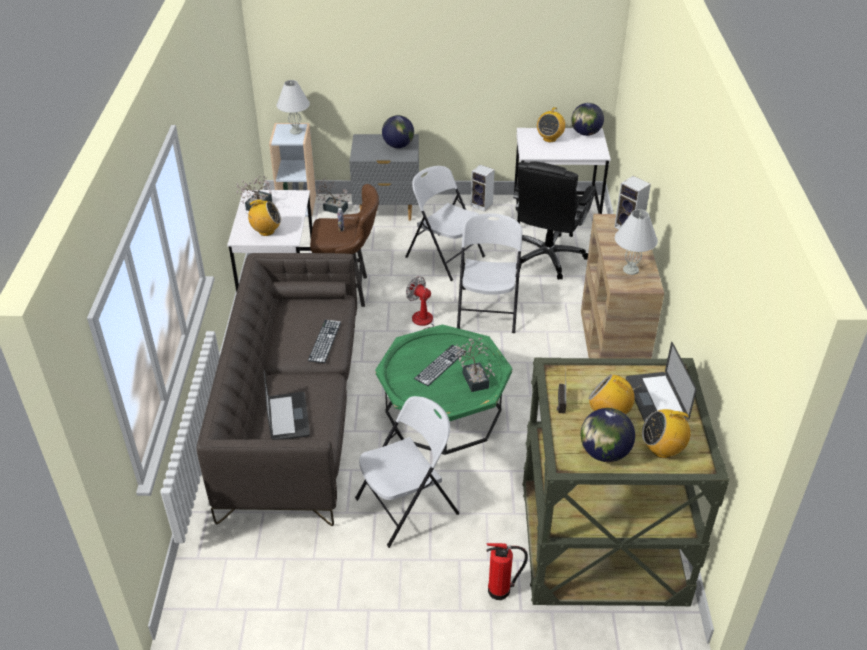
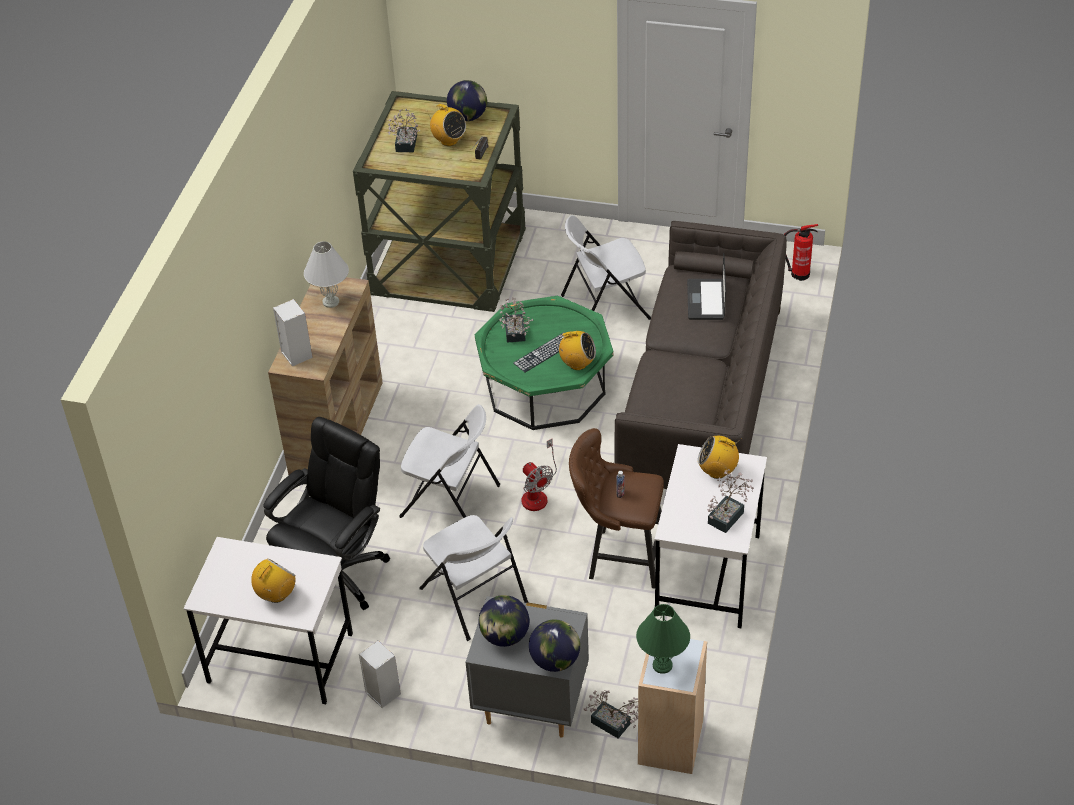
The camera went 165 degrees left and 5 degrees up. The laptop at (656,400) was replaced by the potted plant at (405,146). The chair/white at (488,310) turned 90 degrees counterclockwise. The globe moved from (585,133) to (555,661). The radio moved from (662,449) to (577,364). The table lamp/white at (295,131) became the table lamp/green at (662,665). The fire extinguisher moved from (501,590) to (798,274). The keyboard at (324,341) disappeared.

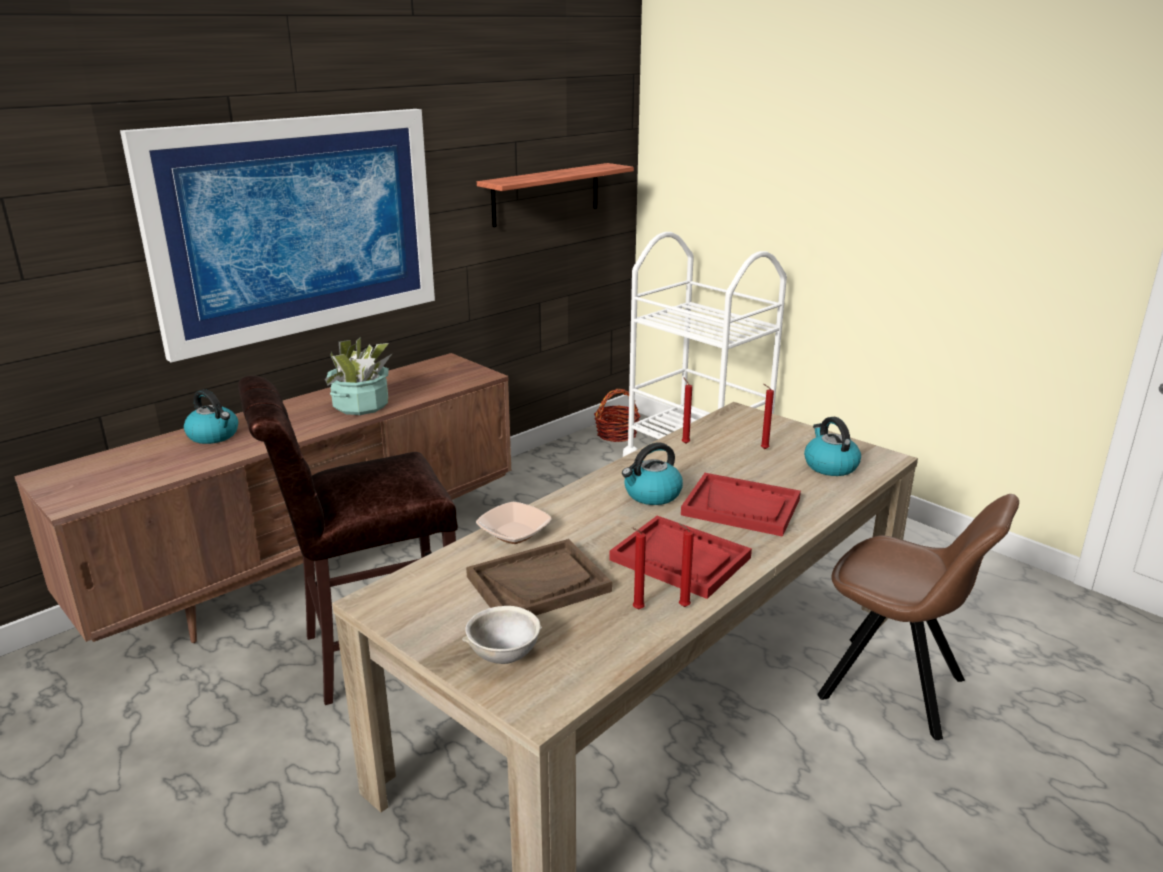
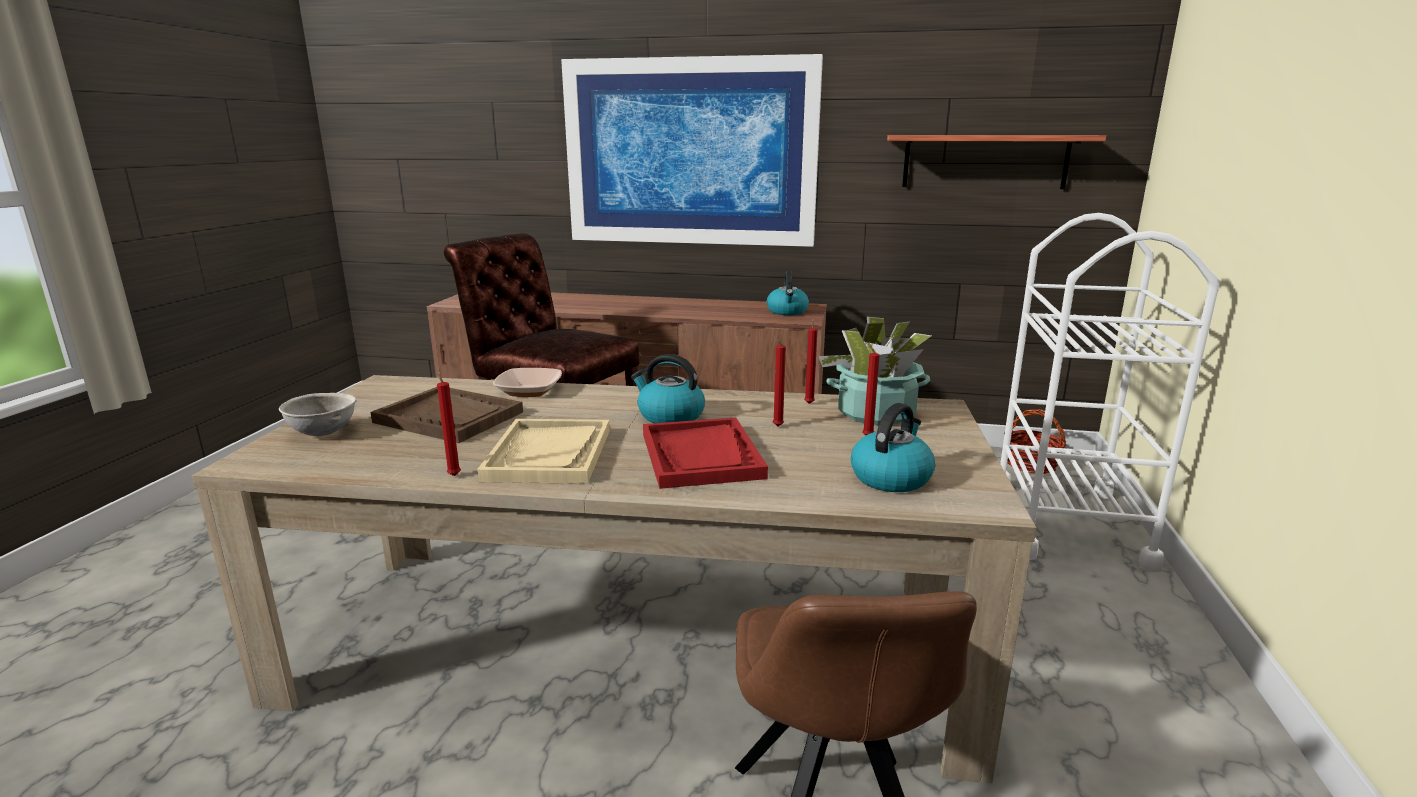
The camera went 55 degrees right and 5 degrees down. The tray/red at (680,559) became the tray/beige at (549,454). The kettle moved from (214,435) to (787,311). The candle/red moved from (636,609) to (776,426). The potted plant moved from (361,406) to (875,413).

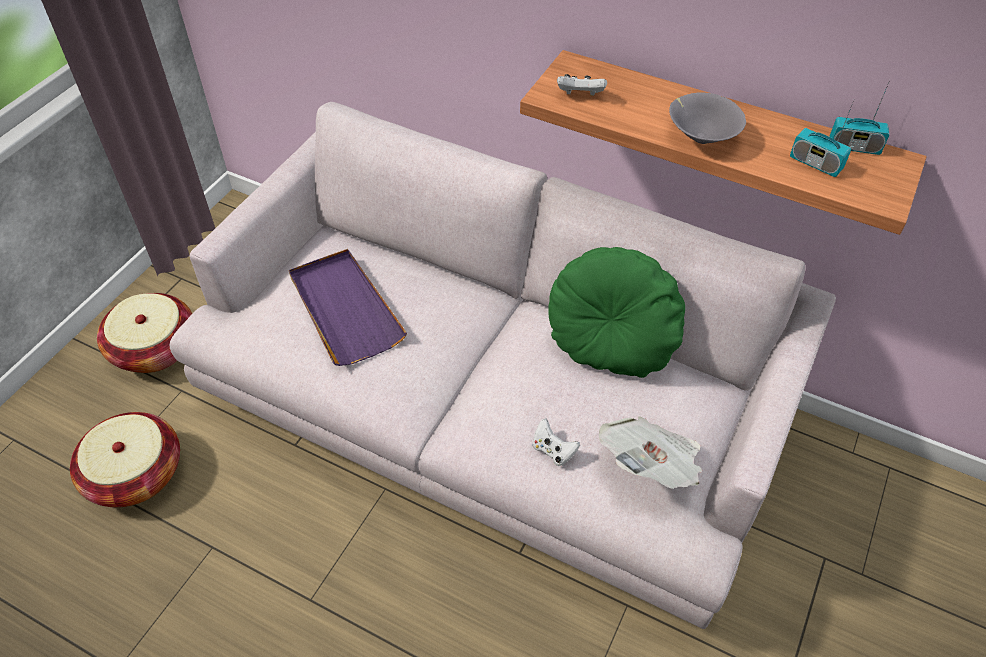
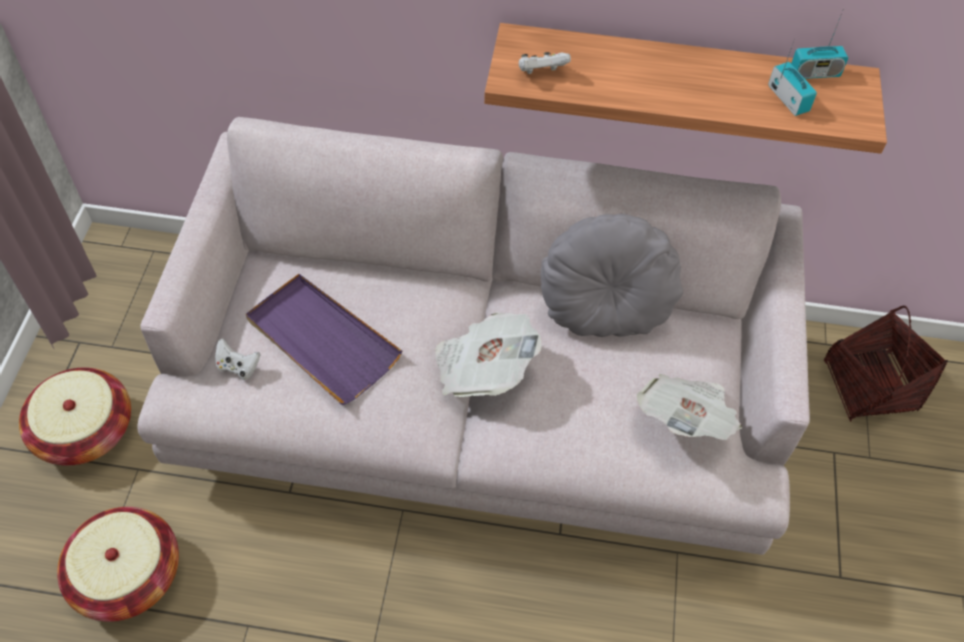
The camera went 20 degrees left and 5 degrees up. The game controller/white moved from (553,451) to (238,367). The newspaper at (483,369) appeared. The pillow/green at (609,352) became the pillow/grey at (603,315). The radio at (815,163) turned 135 degrees counterclockwise. The basket at (869,385) appeared. The bowl/grey at (700,137) disappeared.

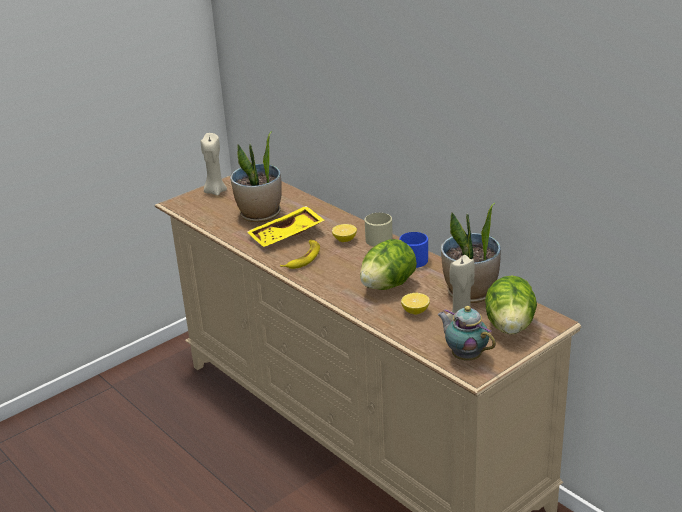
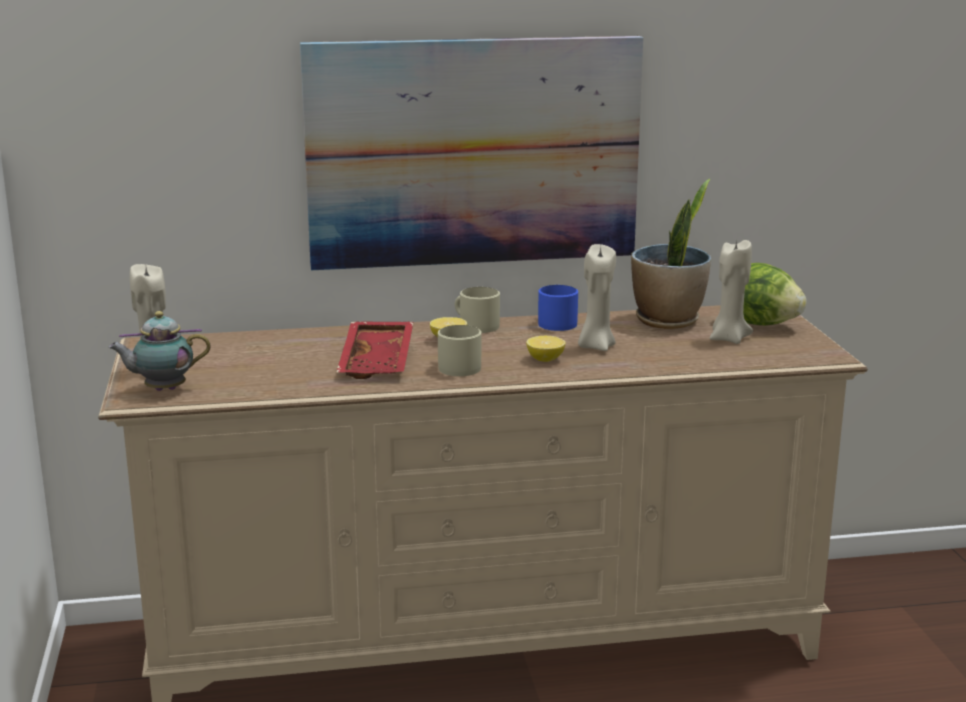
The camera went 60 degrees left and 10 degrees down. The teapot moved from (465,356) to (162,390). The picture at (473,152) appeared. The tray/yellow at (287,236) became the tray/red at (379,362). The banana at (303,258) was replaced by the mug/beige at (456,367). The lemon moved from (415,311) to (545,359). The lettuce at (388,285) was replaced by the candle/beige at (595,346). The potted plant at (260,215) disappeared.

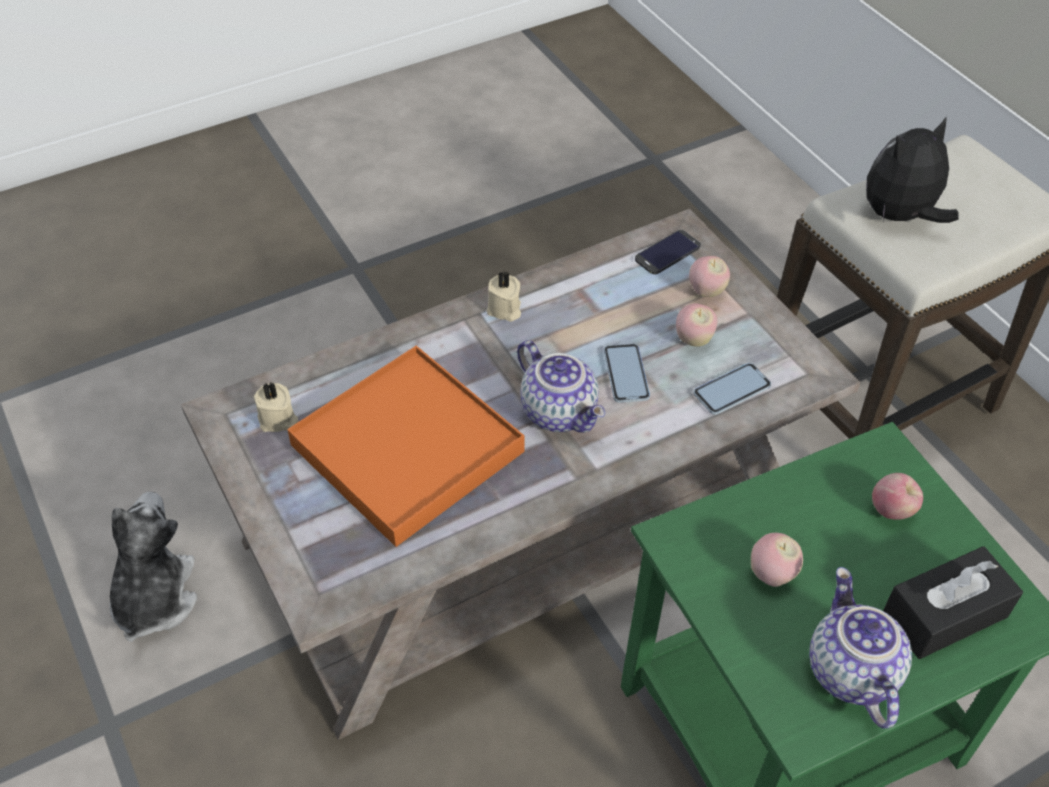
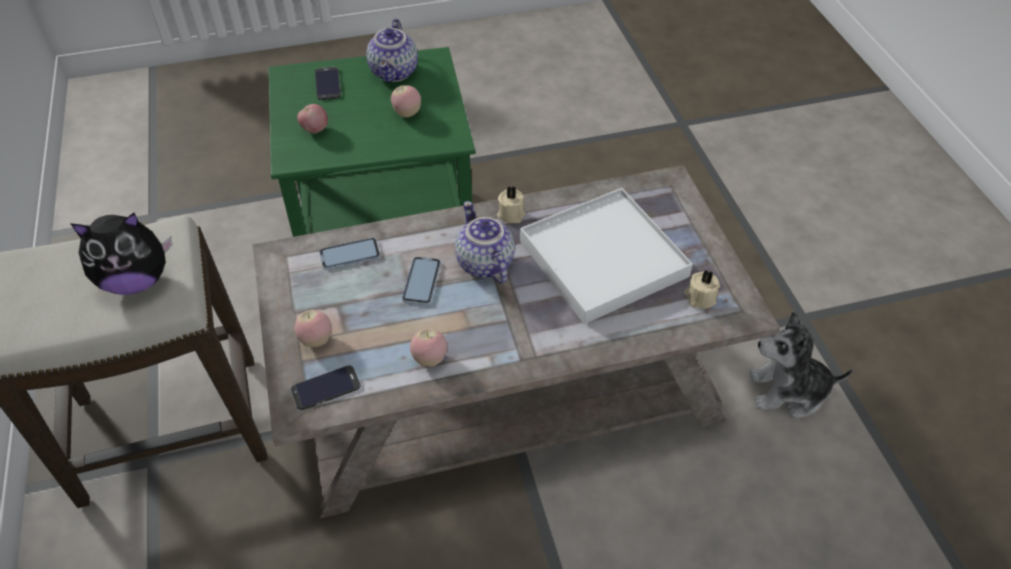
The camera went 165 degrees left and 0 degrees up. The tissue box/black at (944,614) was replaced by the phone at (328,84). The apple moved from (693,340) to (430,359). The candle/beige moved from (504,309) to (511,214). The tray/orange at (407,448) became the tray/white at (603,259). The plush toy at (154,598) turned 75 degrees clockwise.

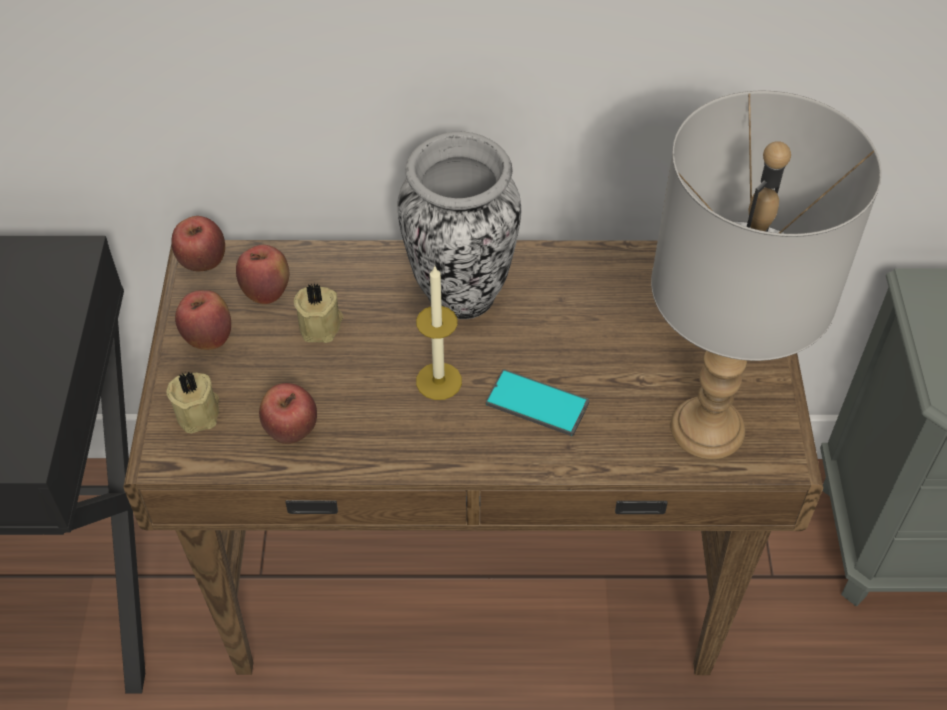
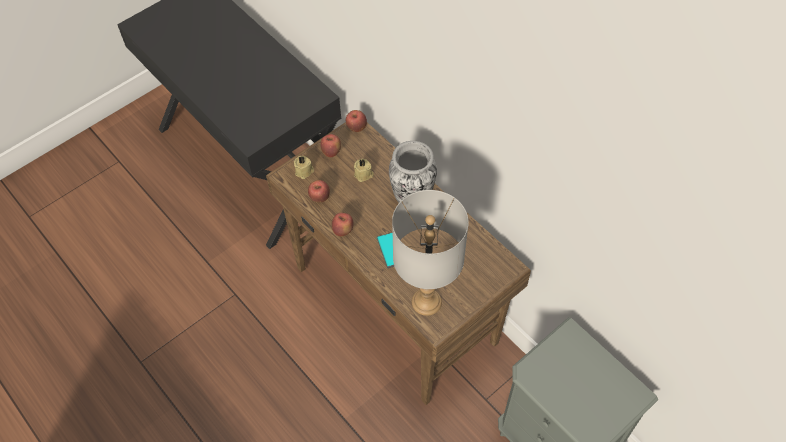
The camera went 50 degrees right and 5 degrees up. The apple moved from (266,292) to (343,231). The candle at (438,381) disappeared.

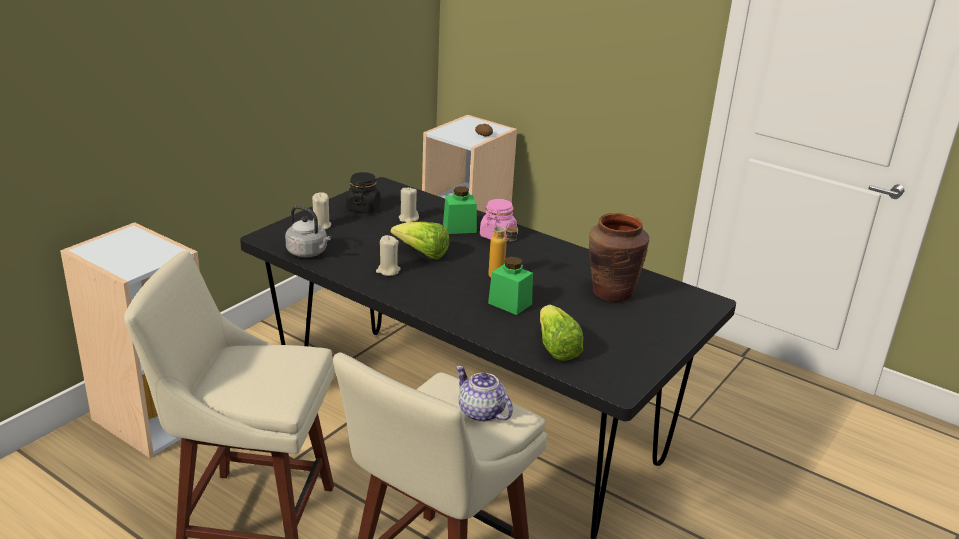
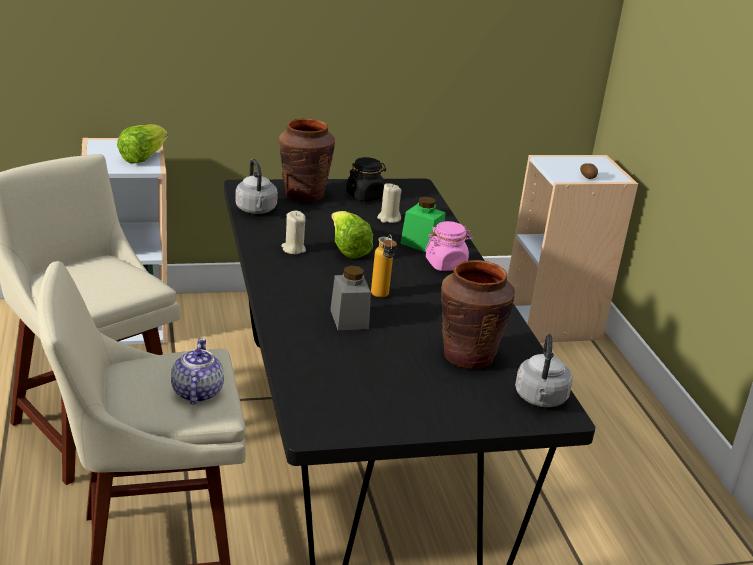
The camera went 40 degrees right and 0 degrees up. The lettuce moved from (556,348) to (142,157). The candle/beige at (320,225) was replaced by the vase/brown at (303,195). The jar/green at (510,303) became the jar/grey at (349,319). The kettle/grey at (540,399) appeared.

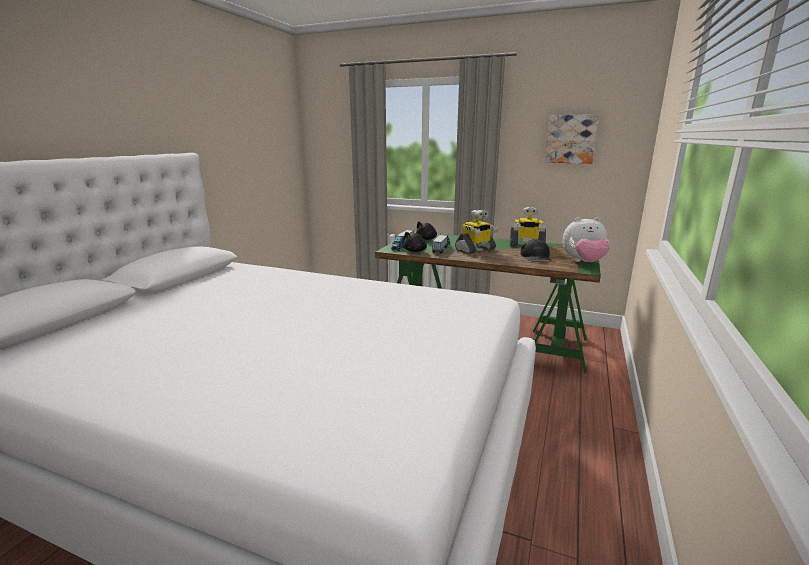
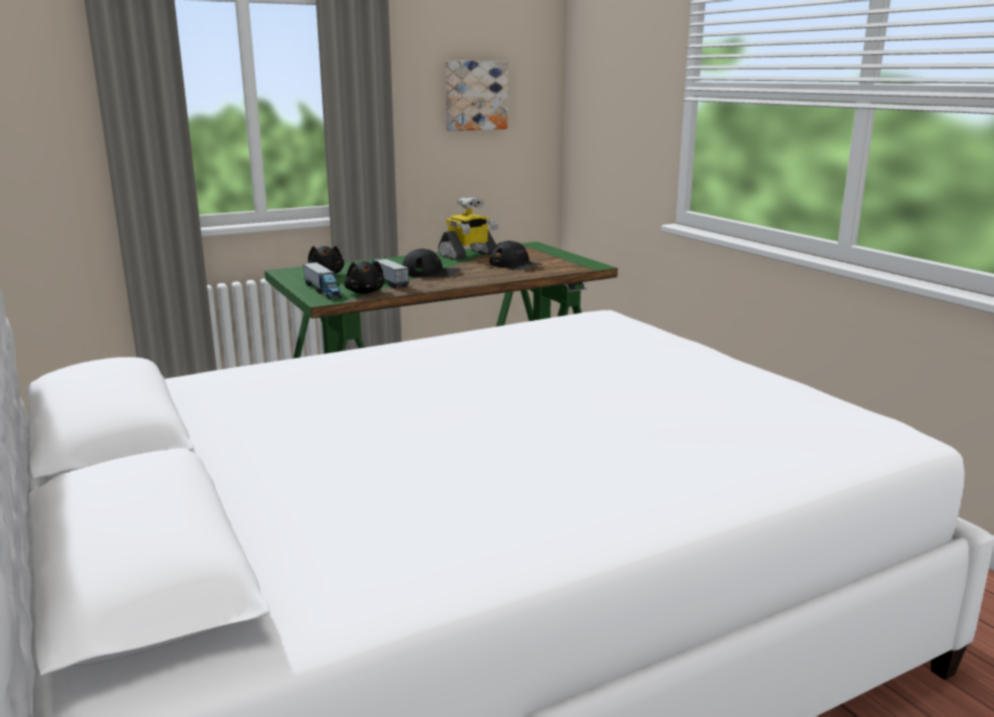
The camera went 50 degrees left and 0 degrees up. The toy robot at (475,249) was replaced by the cap/black at (430,273). The plush toy at (583,262) disappeared.

